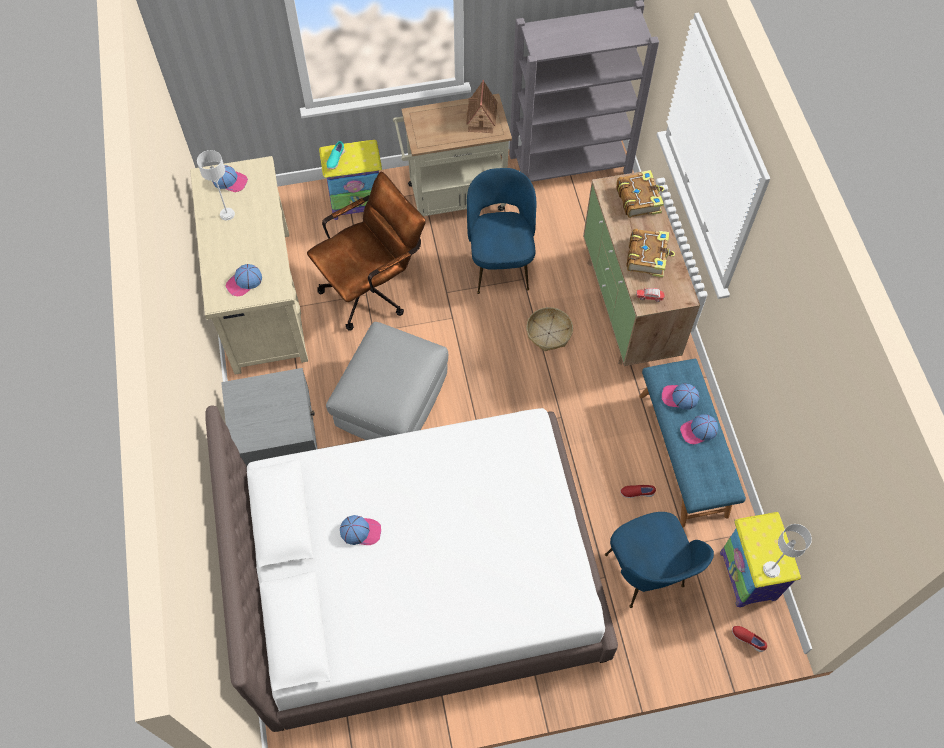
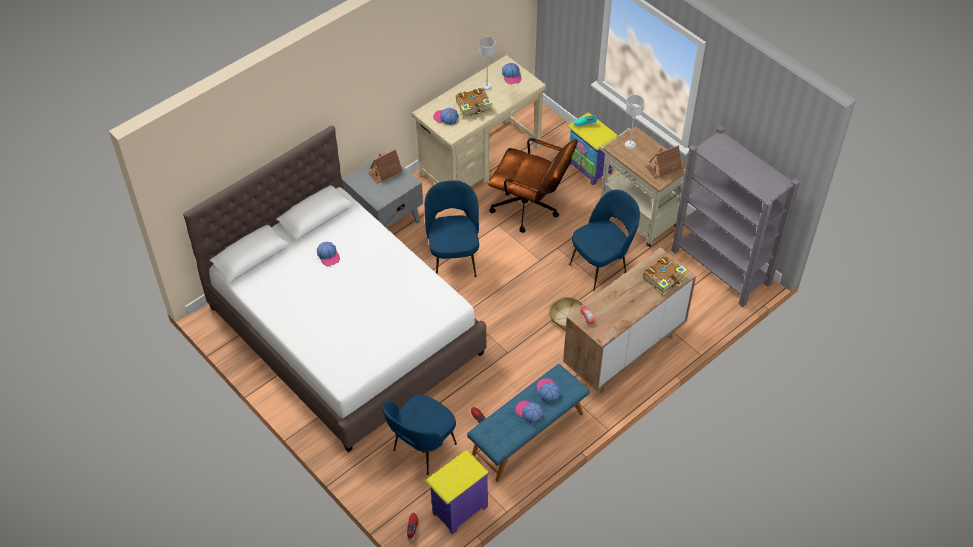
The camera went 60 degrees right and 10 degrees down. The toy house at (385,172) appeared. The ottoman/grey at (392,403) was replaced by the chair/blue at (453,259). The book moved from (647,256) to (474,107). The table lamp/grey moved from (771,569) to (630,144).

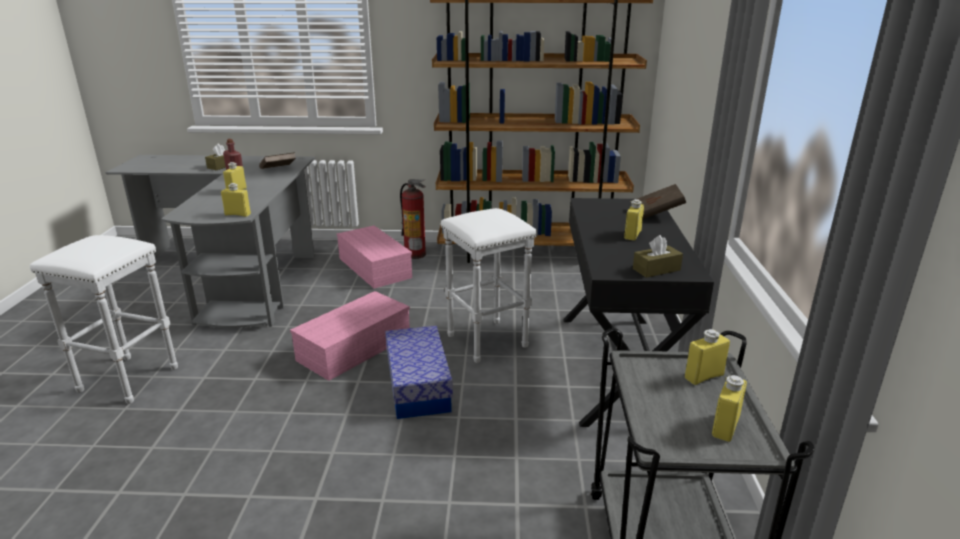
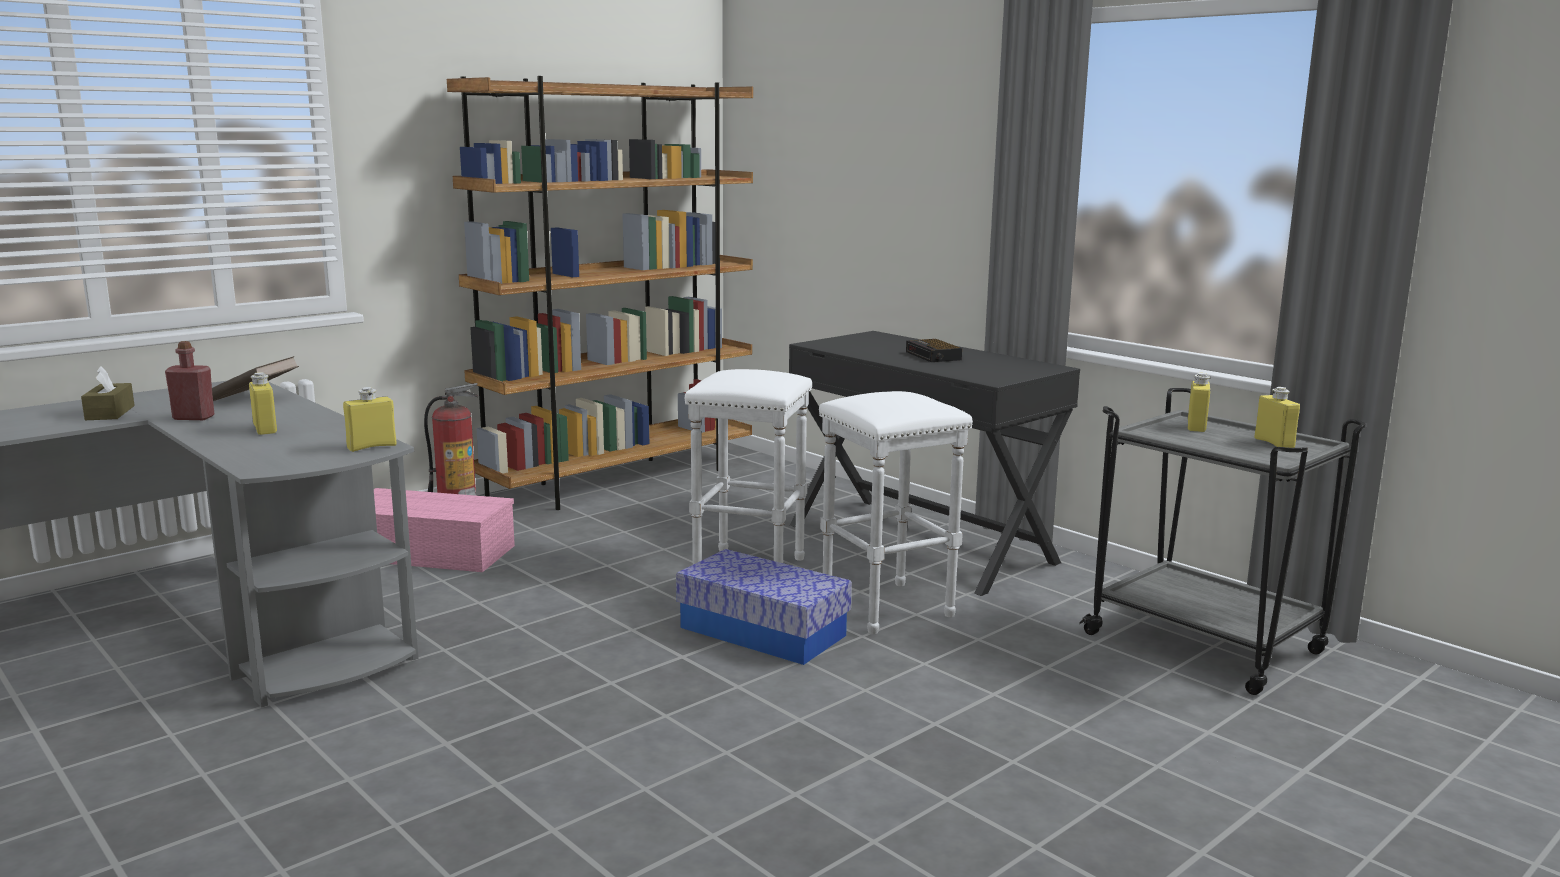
The camera went 45 degrees left and 10 degrees down. The stool/white moved from (126,379) to (886,608). The bottle/yellow at (632,235) was replaced by the alarm clock at (934,356). The storage box/pink at (355,347) disappeared. The book/brown at (655,214) disappeared. The tissue box/brown at (656,269) disappeared.

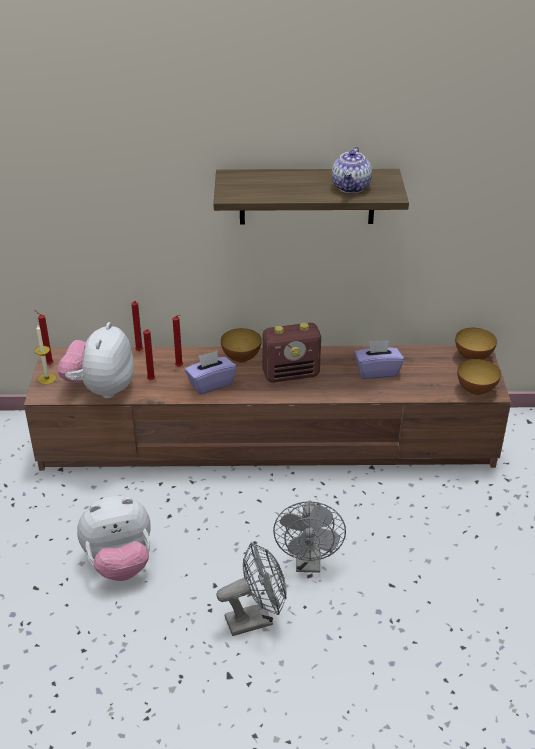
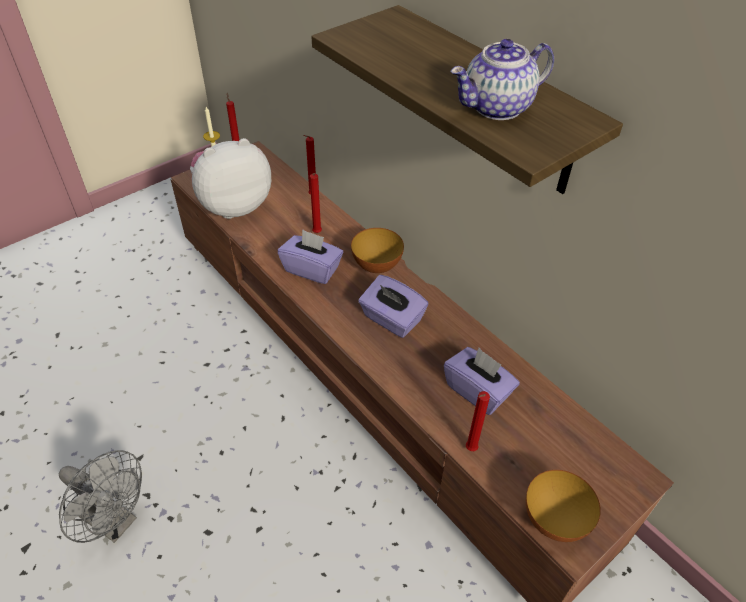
The camera went 50 degrees right and 10 degrees up. The radio at (291,374) was replaced by the tissue box/purple at (391,319). The candle/red moved from (151,381) to (469,450). The plush toy at (119,563) disappeared. The fan/grey at (308,563) disappeared. The bowl at (473,357) disappeared.

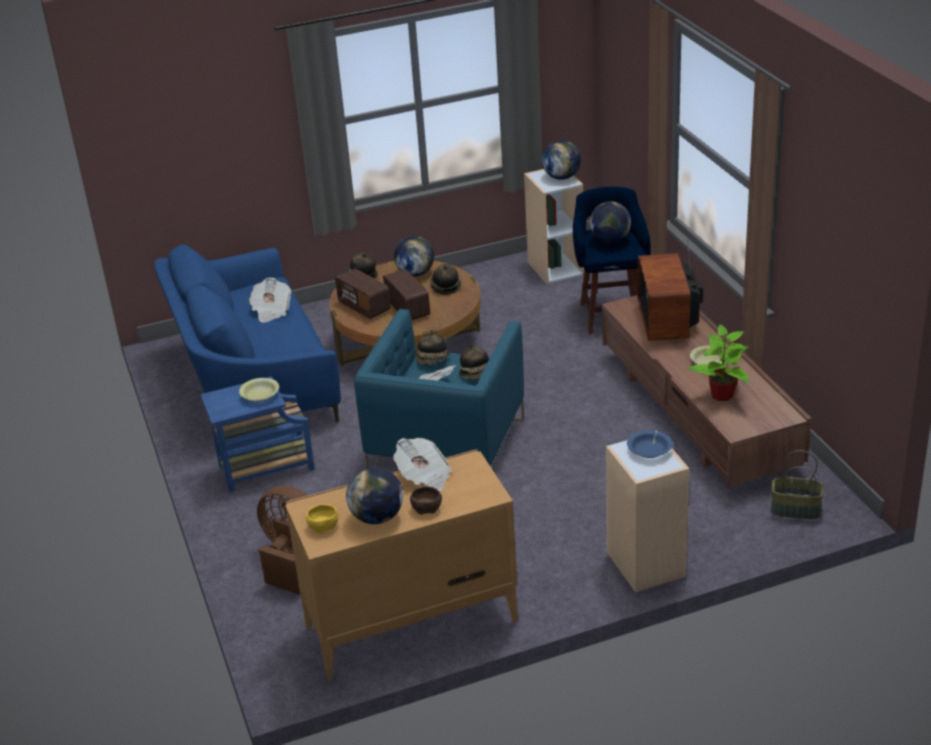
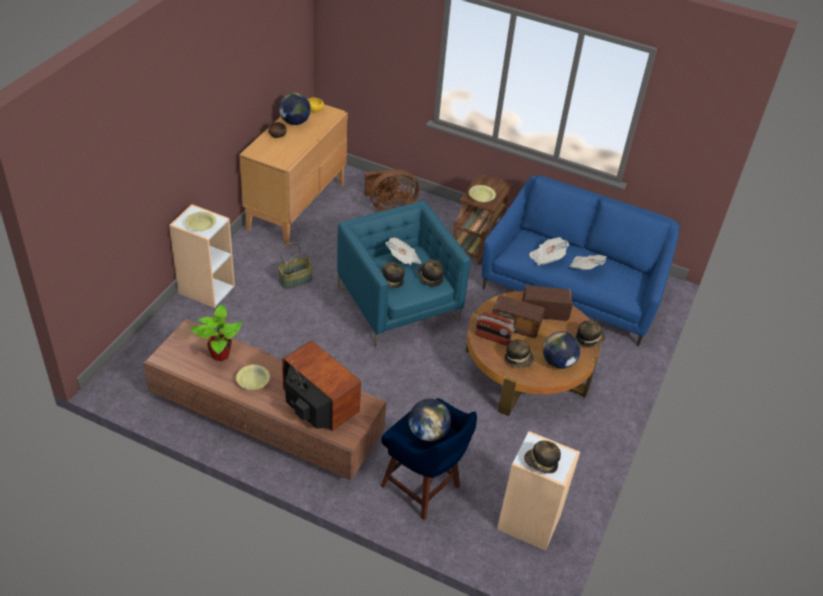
The camera went 130 degrees right and 10 degrees up. The bowl/blue at (649,450) became the bowl/yellow at (201,225). The basket moved from (795,510) to (295,280). The side table/blue at (263,469) became the side table/brown at (477,241). The radio at (493,338) appeared. The globe at (561,177) was replaced by the hat at (540,463). The newspaper moved from (424,476) to (547,258).

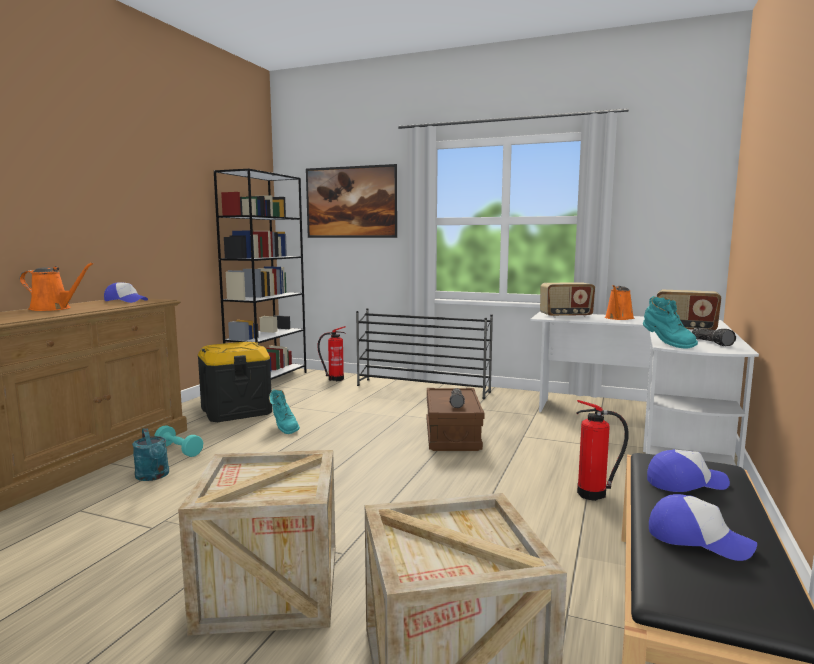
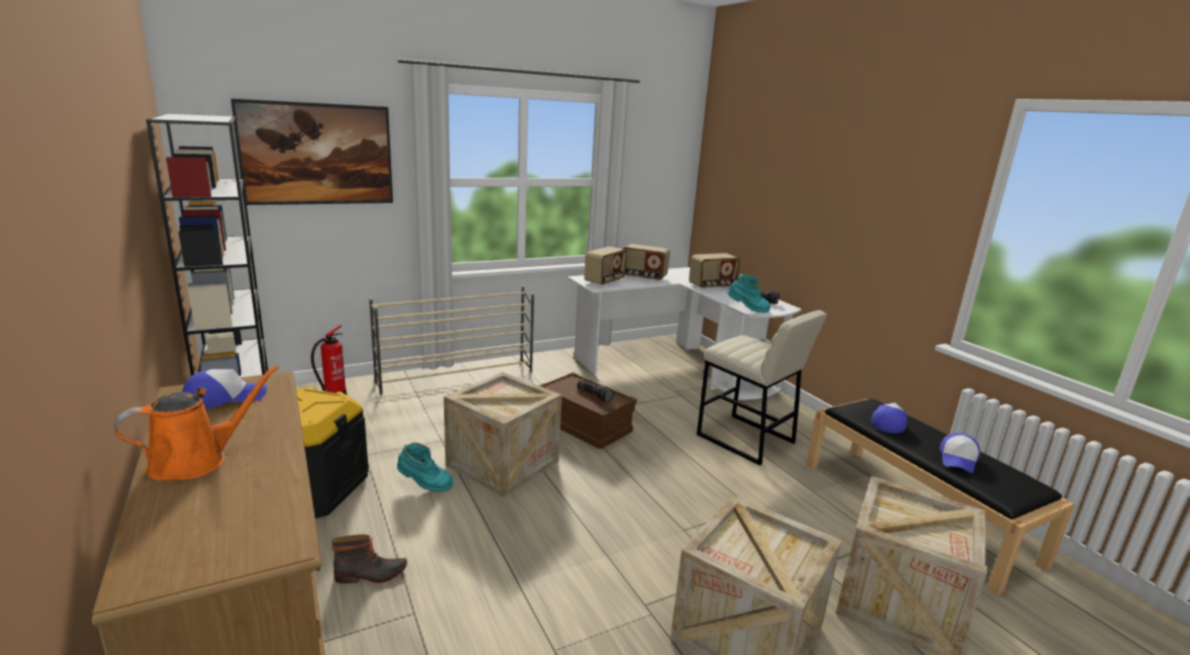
The camera went 50 degrees left and 10 degrees up. The dumbbell/turquoise at (179,450) was replaced by the boot at (371,575). The shoe rack/black at (423,389) became the shoe rack/beige at (457,378). The crate at (503,463) appeared. The watering can/orange at (618,318) was replaced by the radio at (643,277). The fire extinguisher at (594,494) was replaced by the chair/beige at (748,440). The cap at (698,539) turned 135 degrees clockwise. The watering can/turquoise at (154,476) disappeared.

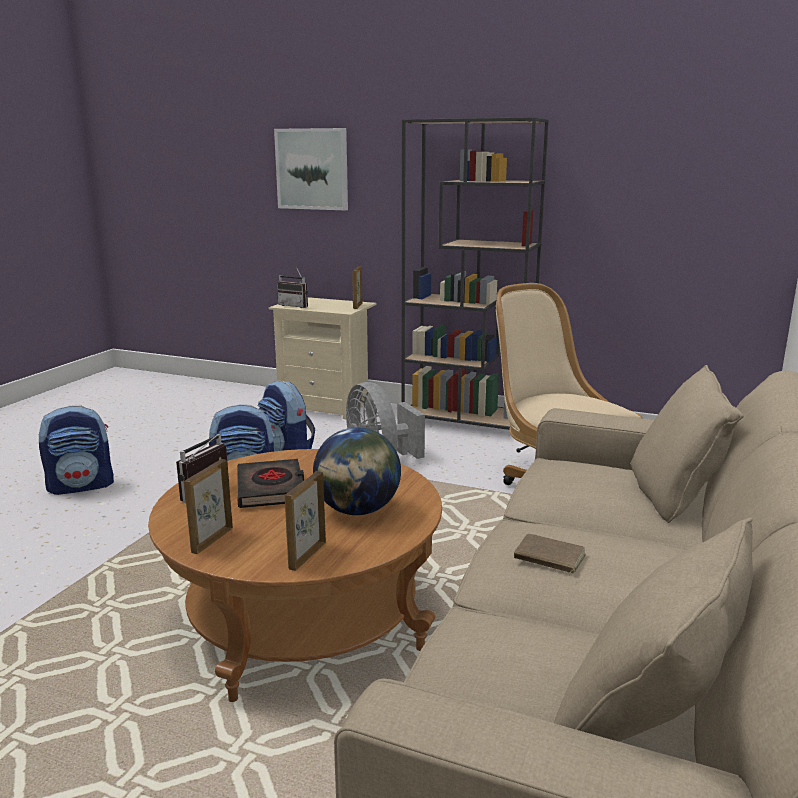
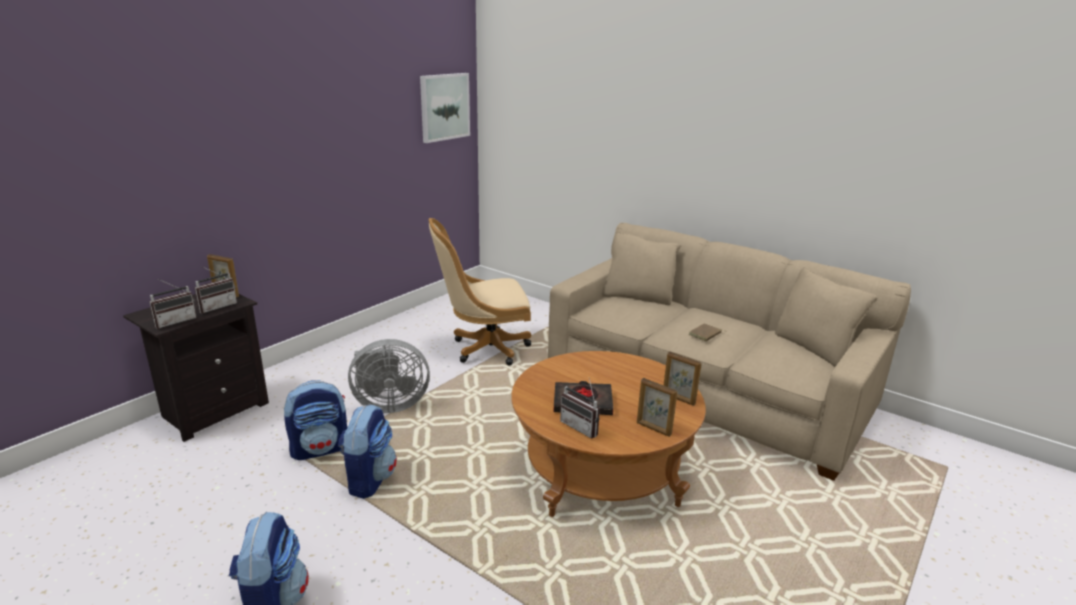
The camera went 75 degrees left and 5 degrees up. The nightstand/beige at (327,406) became the nightstand/black at (213,410). The radio at (217,306) appeared. The picture moved from (312,169) to (444,107). The globe at (357,510) disappeared. The bookcase at (467,422) disappeared.

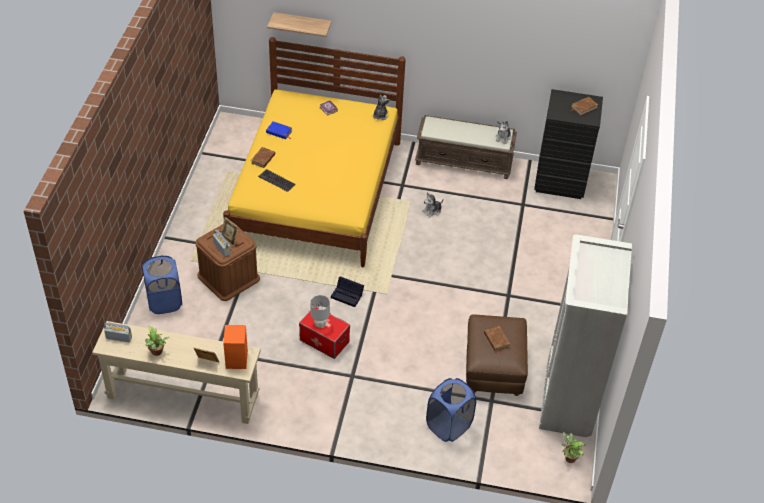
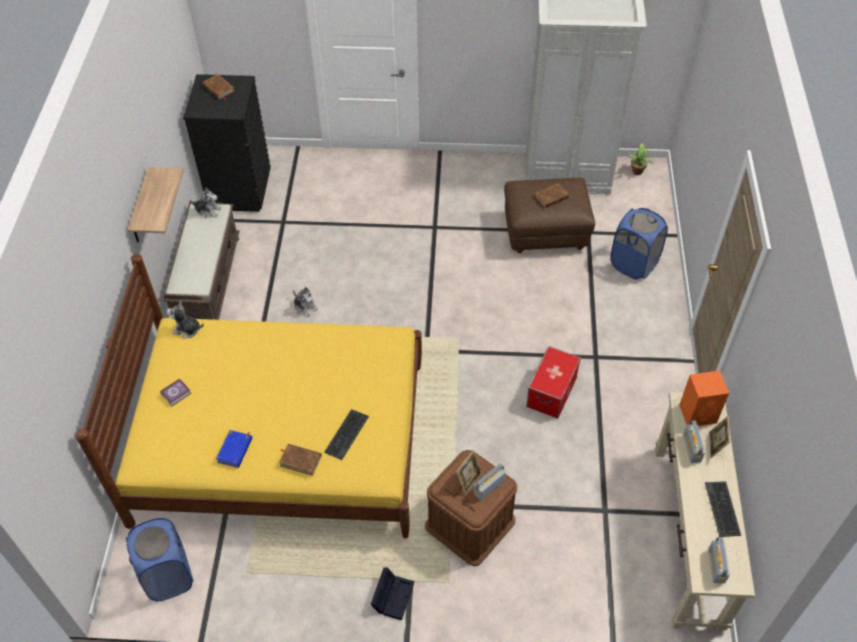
The camera went 95 degrees left and 5 degrees up. The laundry basket/blue moved from (164,302) to (168,576). The shelf moved from (302,24) to (141,208). The storage box/black moved from (348,295) to (393,595). The radio at (692,448) appeared. The potted plant at (157,352) was replaced by the keyboard at (723,509). The table lamp/grey at (320,325) disappeared.

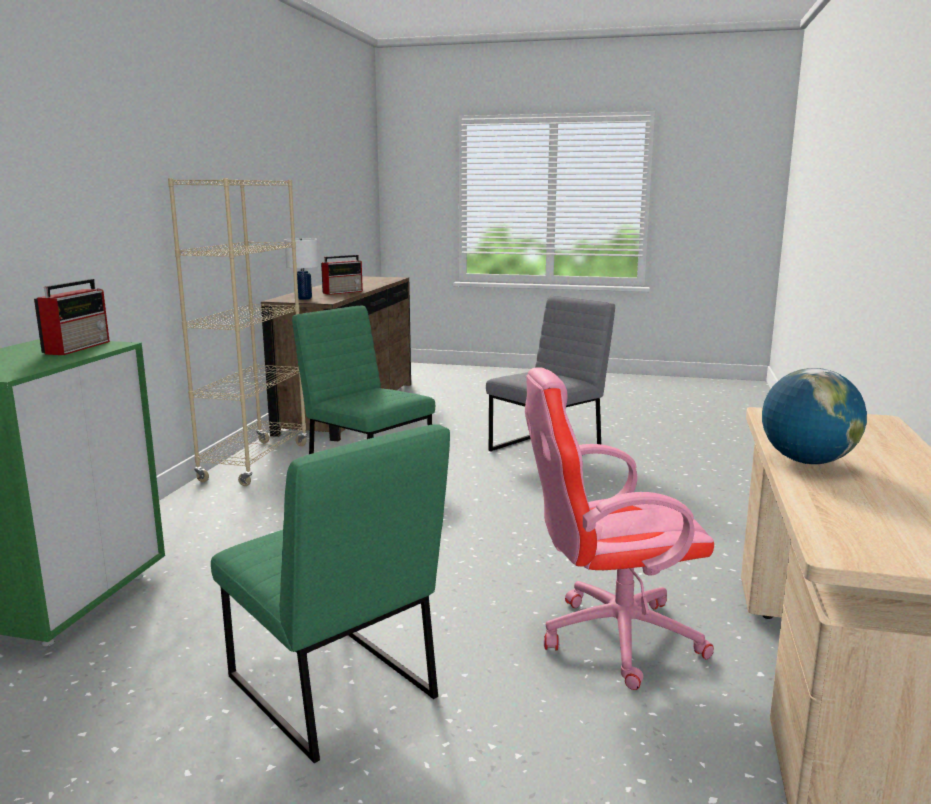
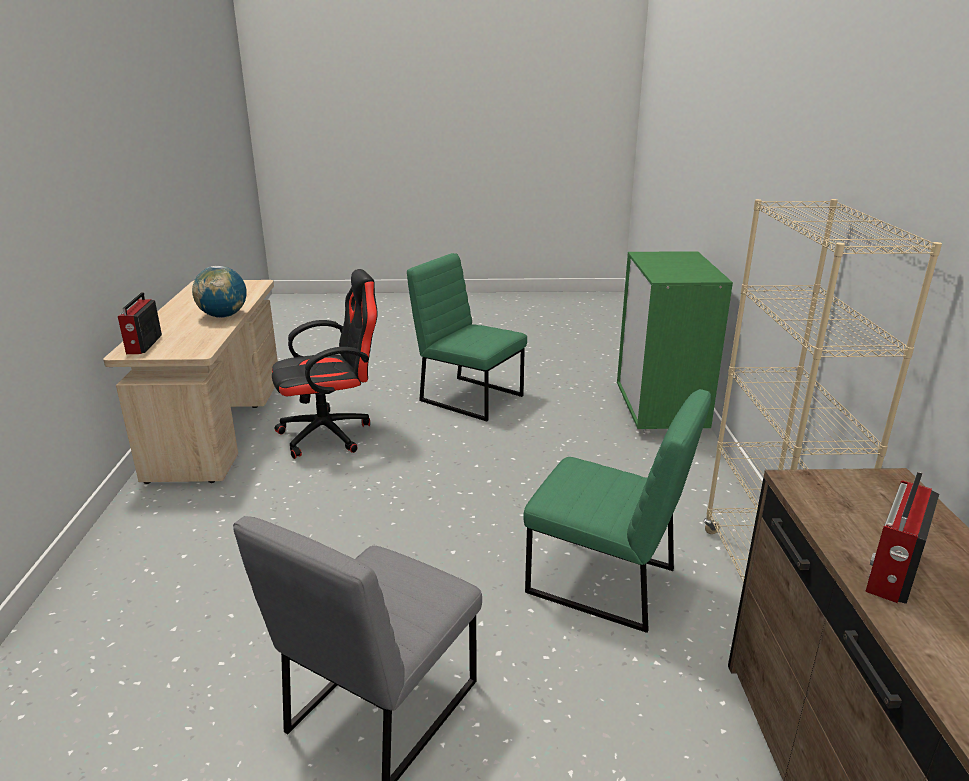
The camera went 165 degrees right and 10 degrees up. The radio moved from (78,347) to (143,345). The office chair/pink at (607,639) became the office chair/black at (333,434). The table lamp/white at (303,298) disappeared.

